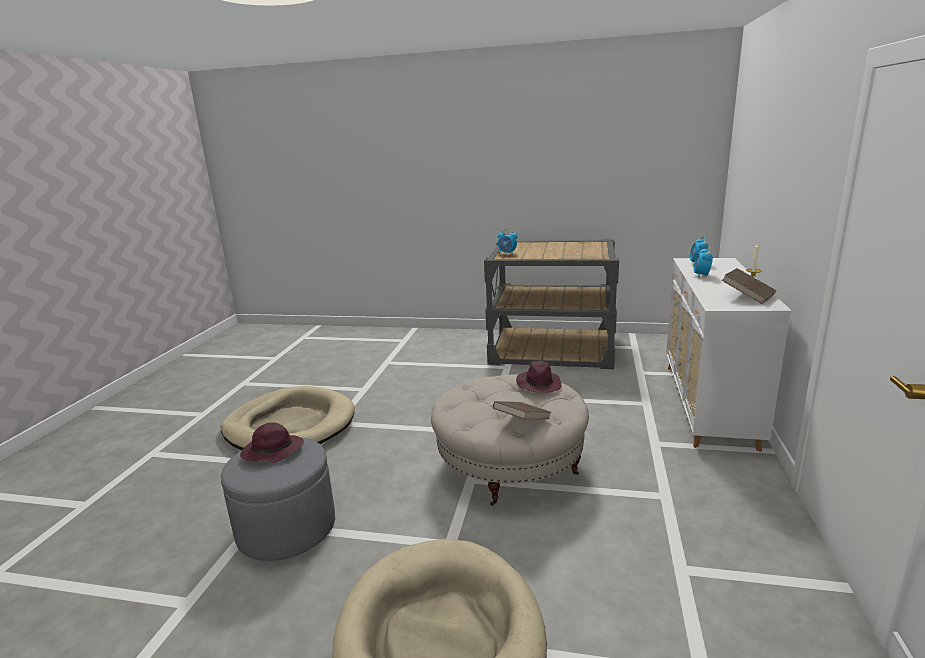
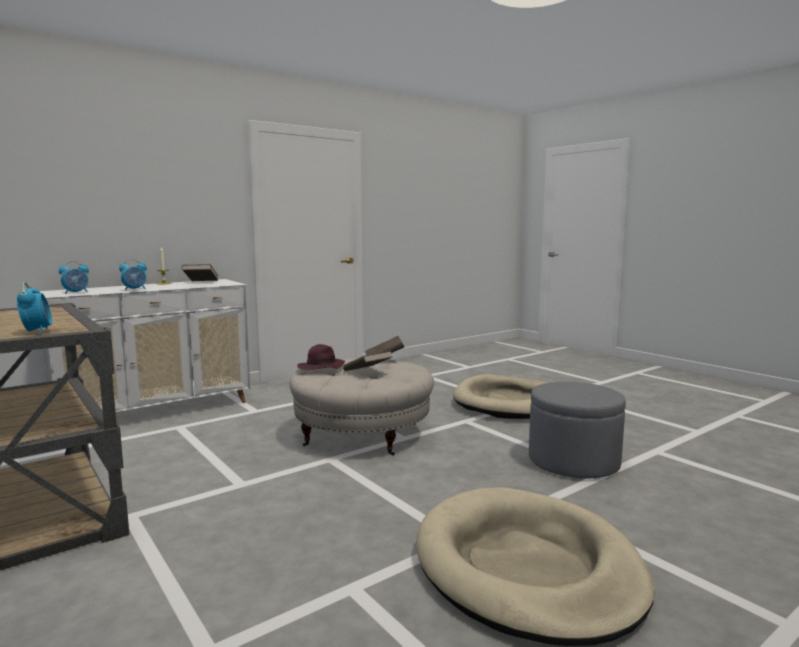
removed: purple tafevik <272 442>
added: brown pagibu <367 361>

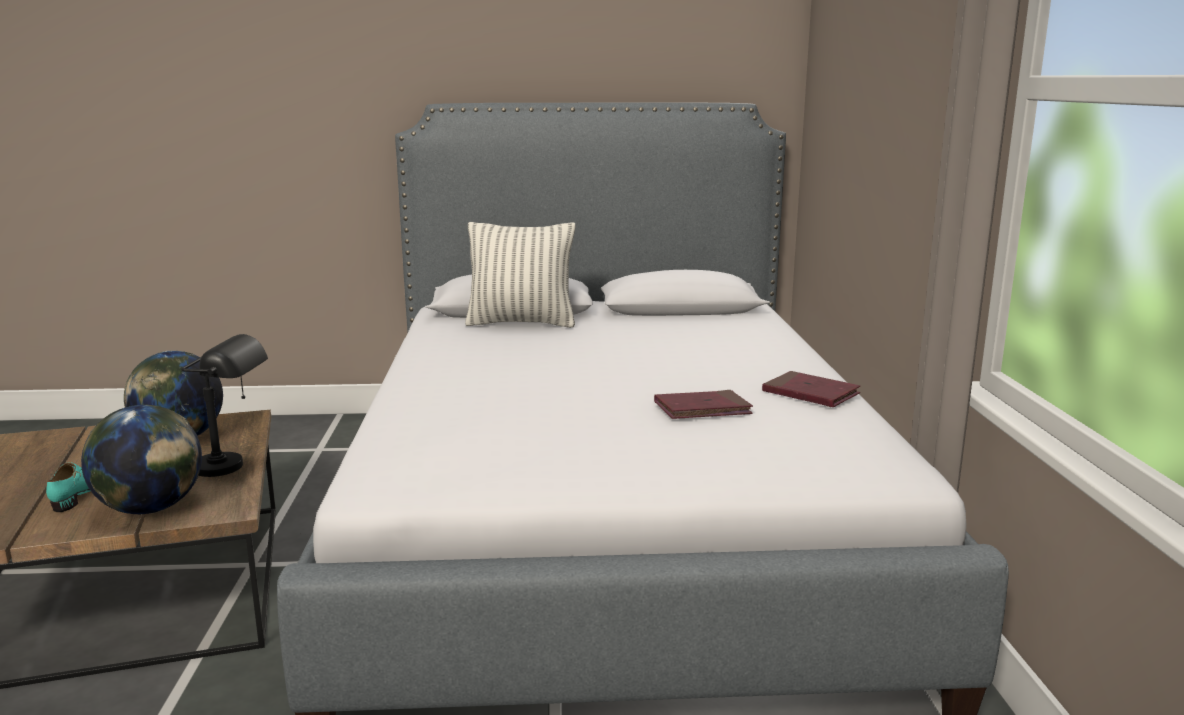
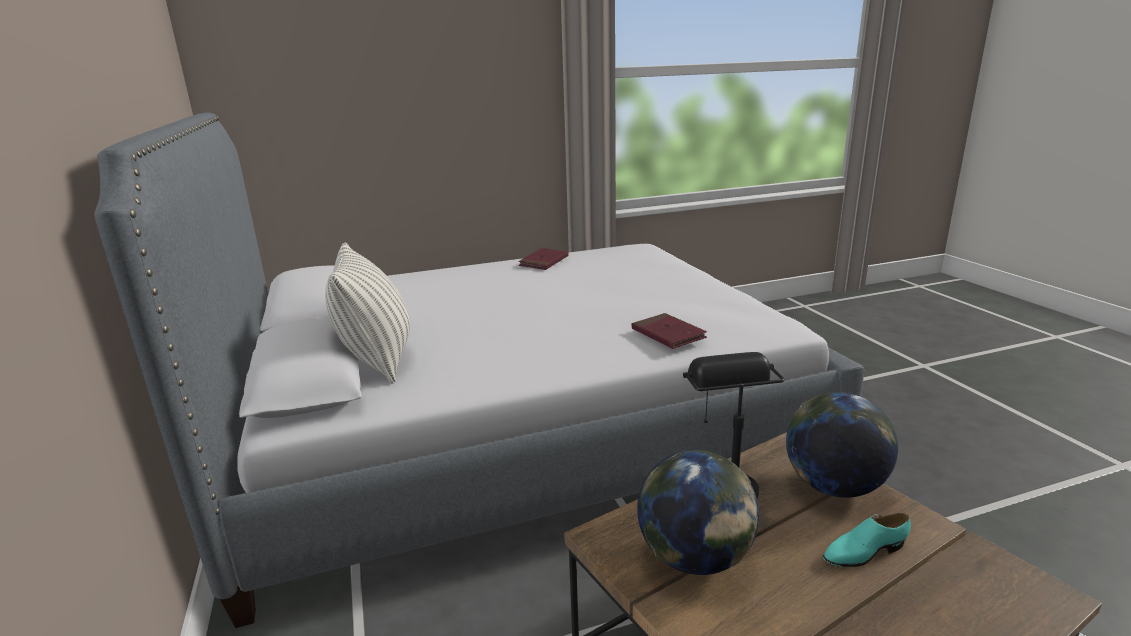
moved: red pagibu <703 404> to <669 331>

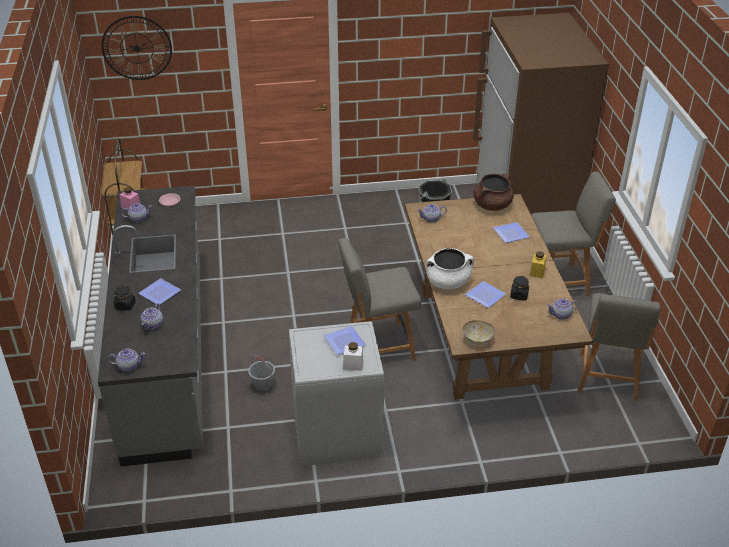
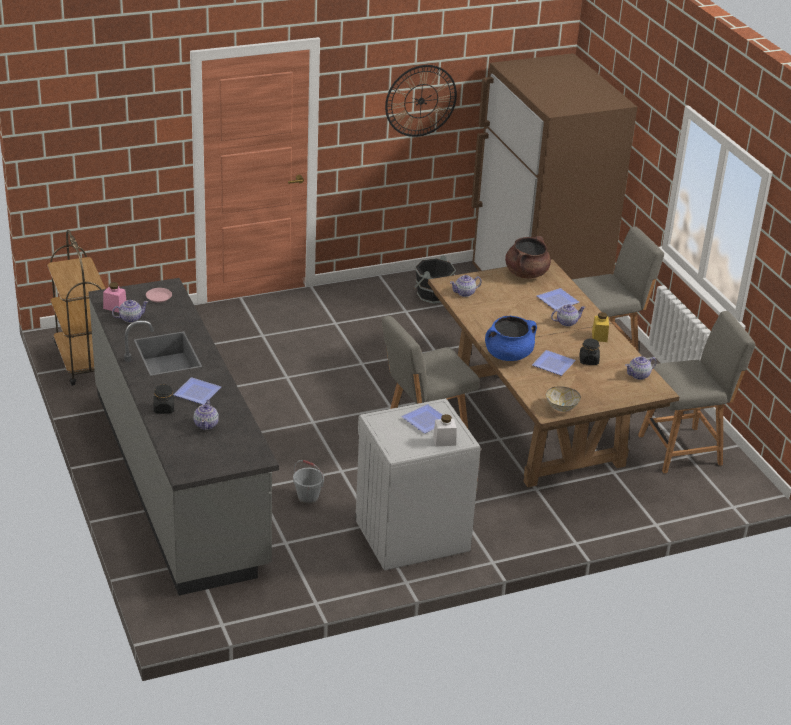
moved: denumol <137 48> to <421 101>; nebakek <127 360> to <568 315>
recoloured: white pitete <450 268> to blue pitete <511 338>
turned: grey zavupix <619 347> = <696 392> 105 degrees counterclockwise

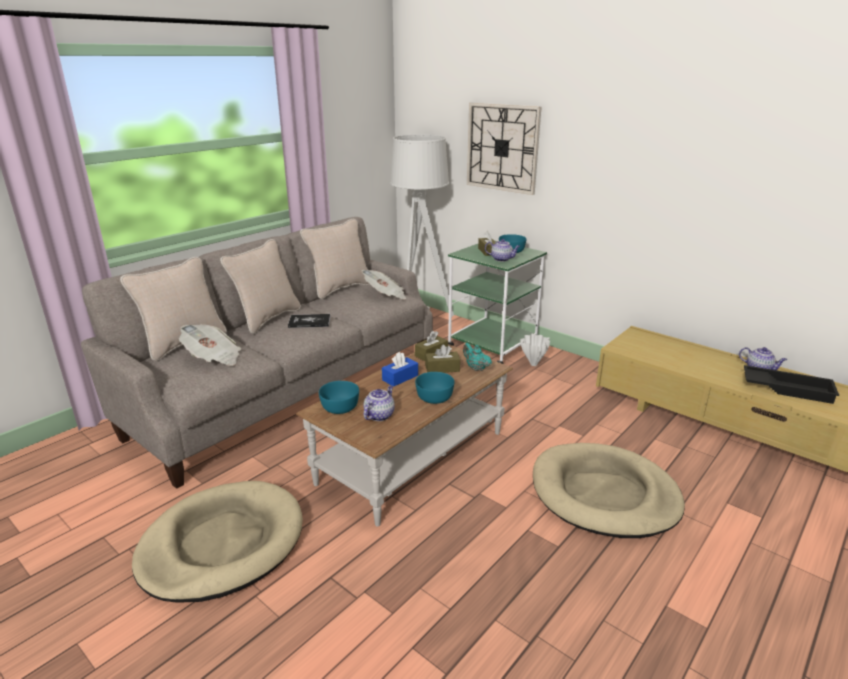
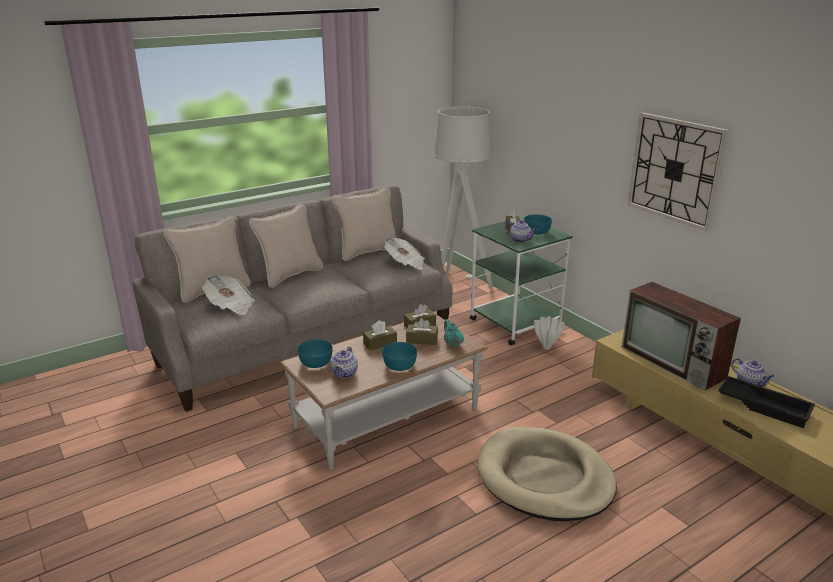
removed: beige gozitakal <217 542>; pagibu <309 321>
added: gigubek <681 336>
moved: denumol <504 149> to <678 171>
recoloured: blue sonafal <400 369> to brown sonafal <380 335>
turned: nebakek <379 403> = <344 362> 150 degrees clockwise

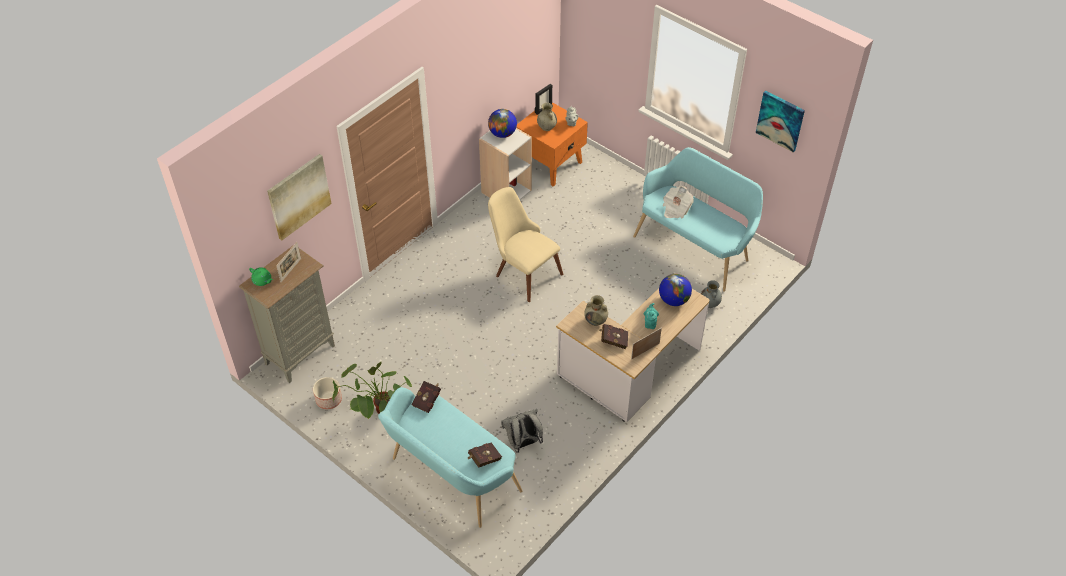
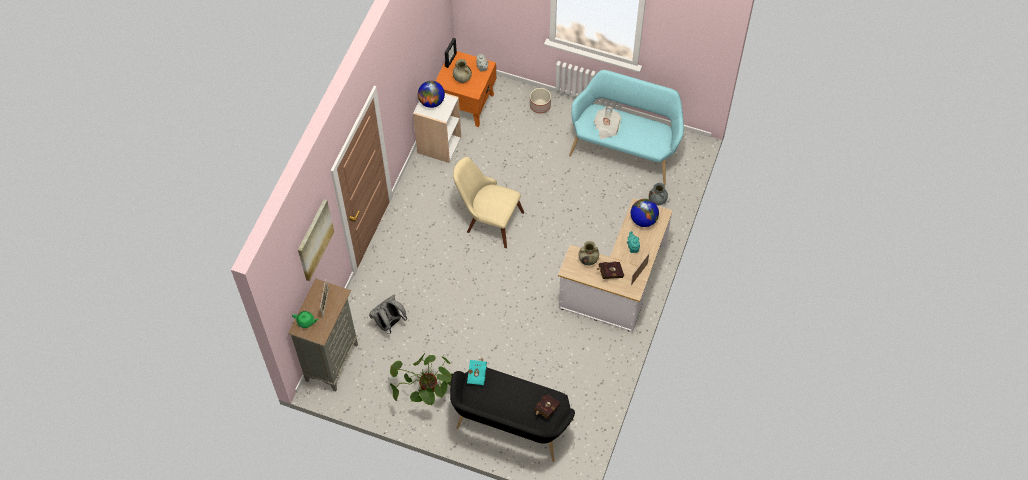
removed: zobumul <780 121>
moved: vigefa <327 393> to <540 101>; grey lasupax <522 431> to <388 314>
recoloured: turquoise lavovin <450 457> to black lavovin <512 415>; red pagibu <426 397> to turquoise pagibu <477 371>

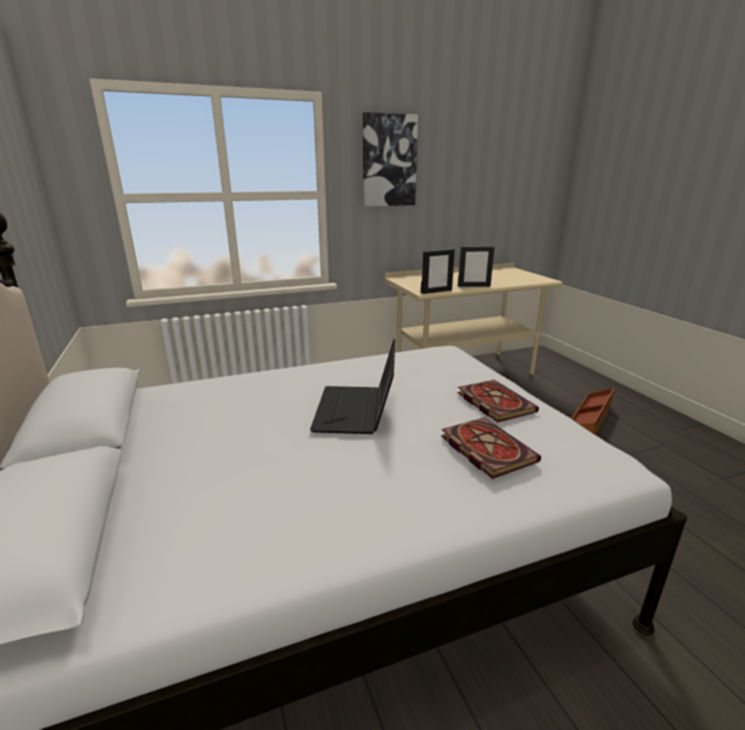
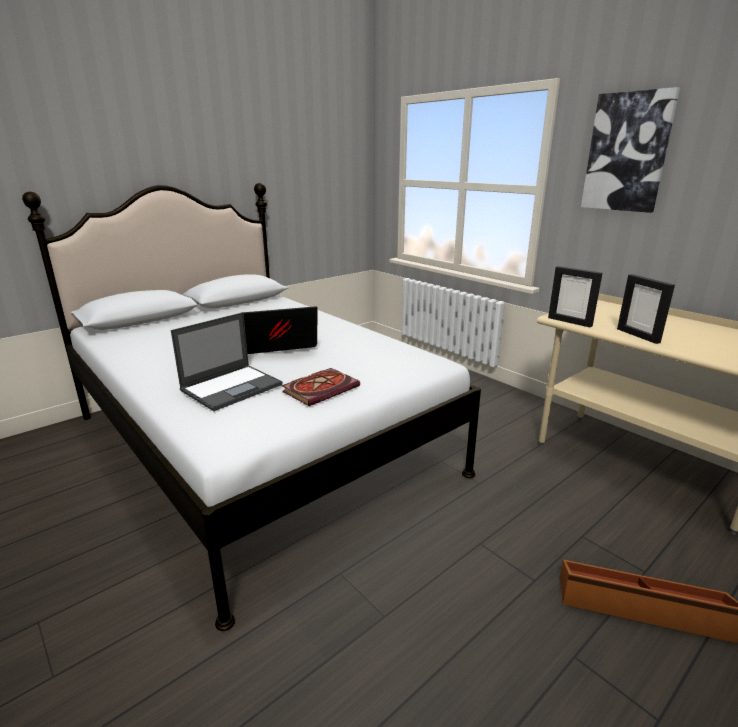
replaced: pagibu <491 448> to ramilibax <227 361>

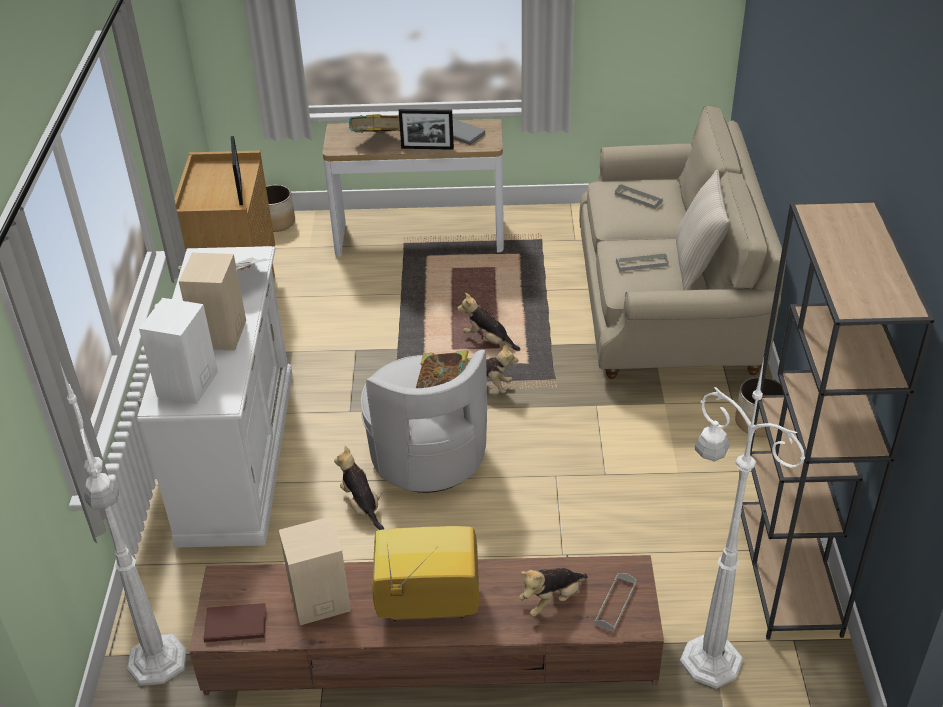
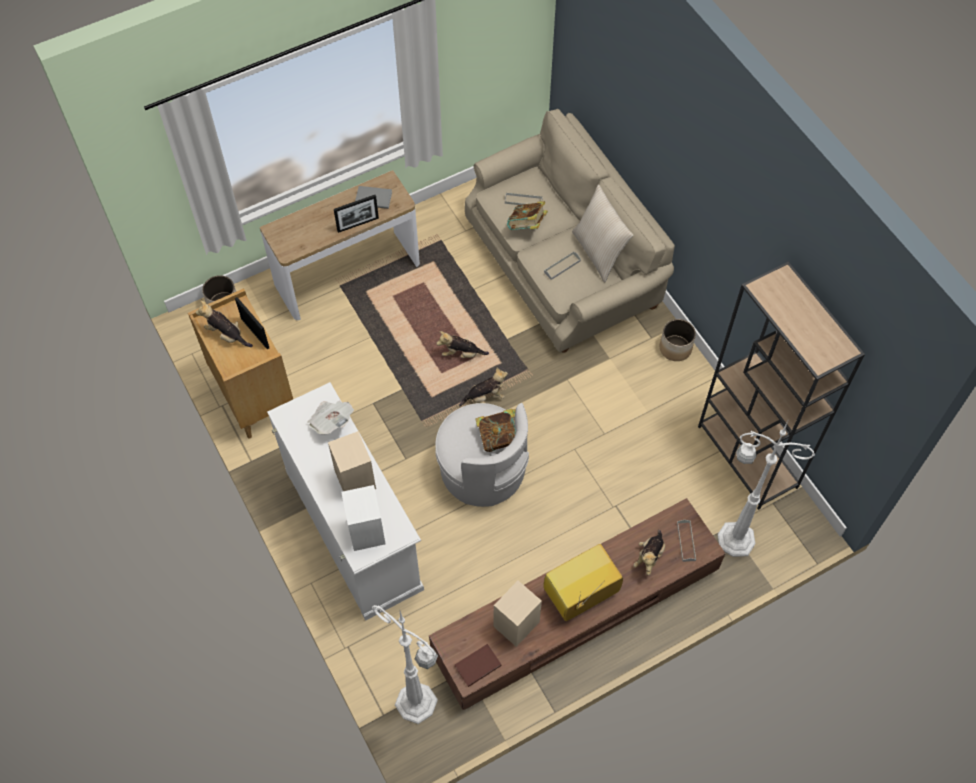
moved: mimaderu <359 488> to <224 324>; pagibu <374 123> to <527 215>

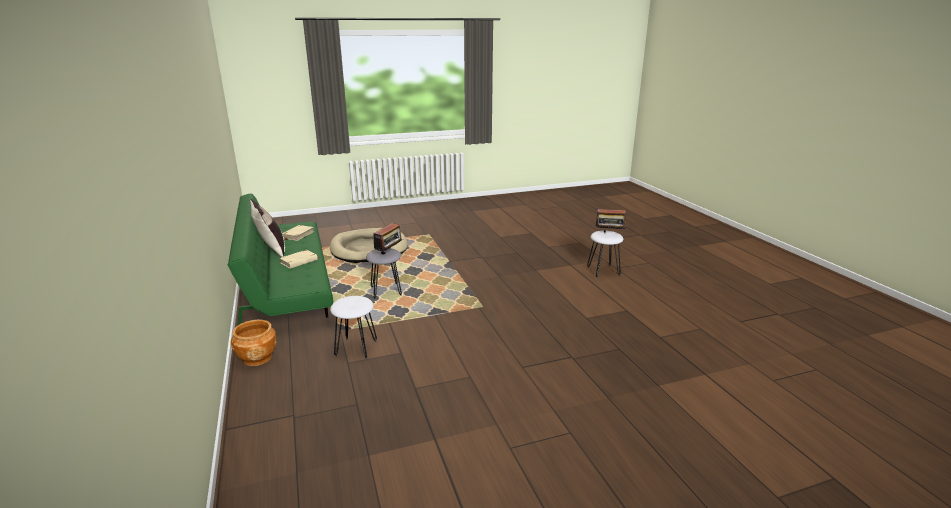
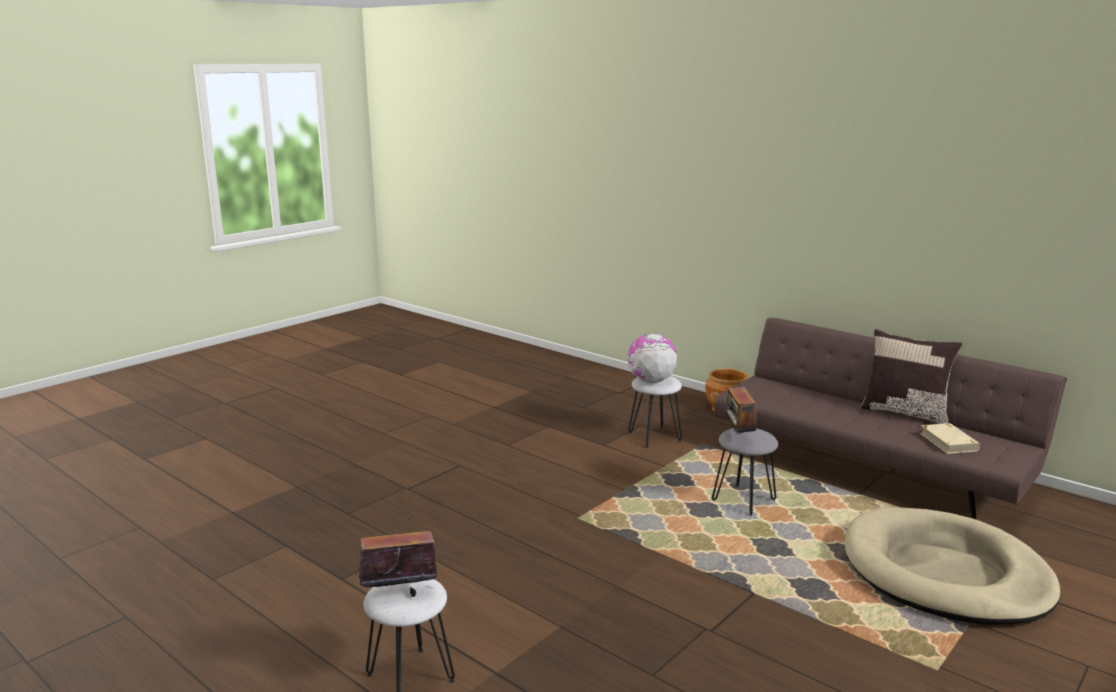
removed: beige pagibu <300 259>
added: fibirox <652 358>
recoloured: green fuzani <280 259> to brown fuzani <891 419>

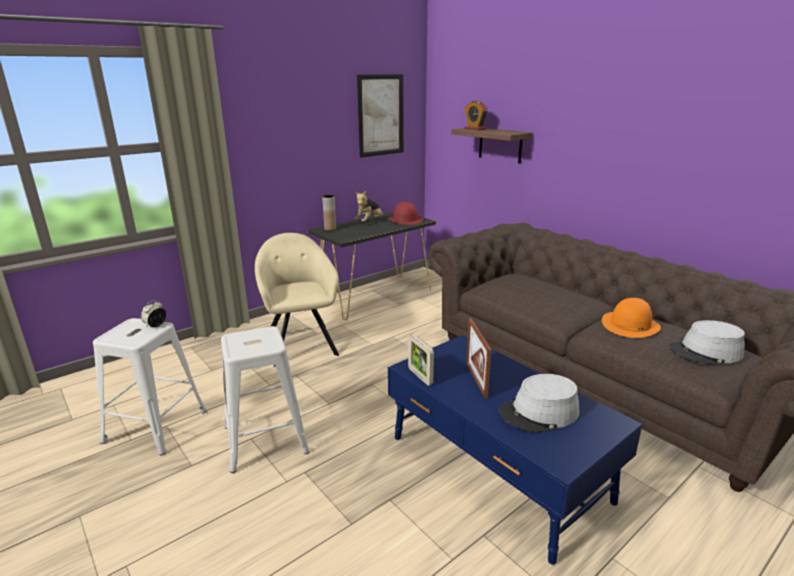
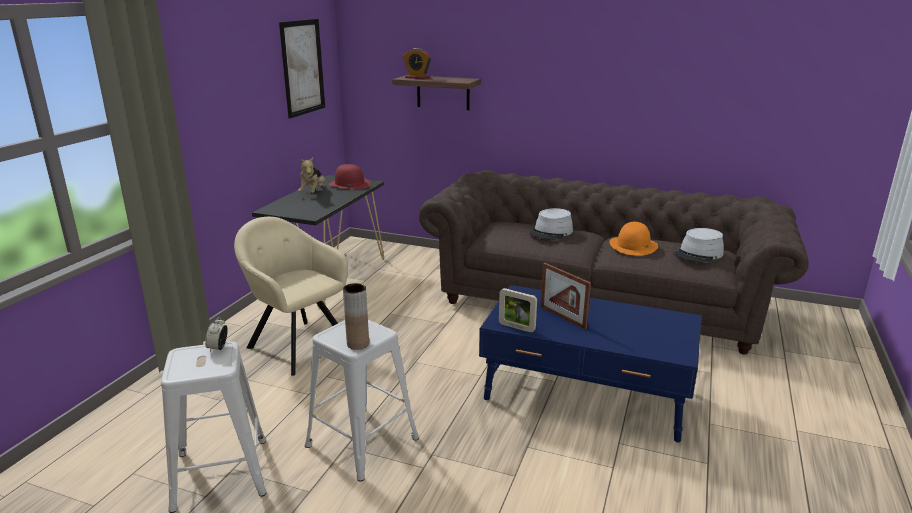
moved: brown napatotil <329 213> to <356 316>; grey tafevik <539 403> to <551 224>

